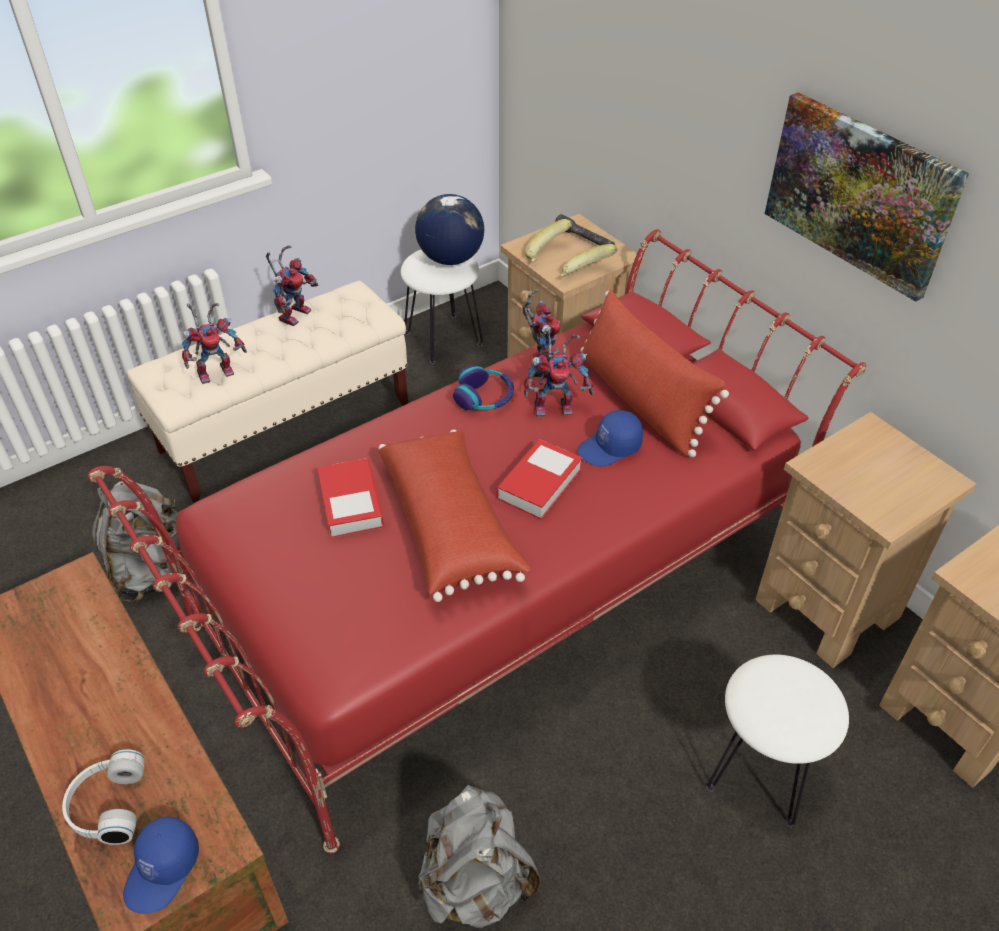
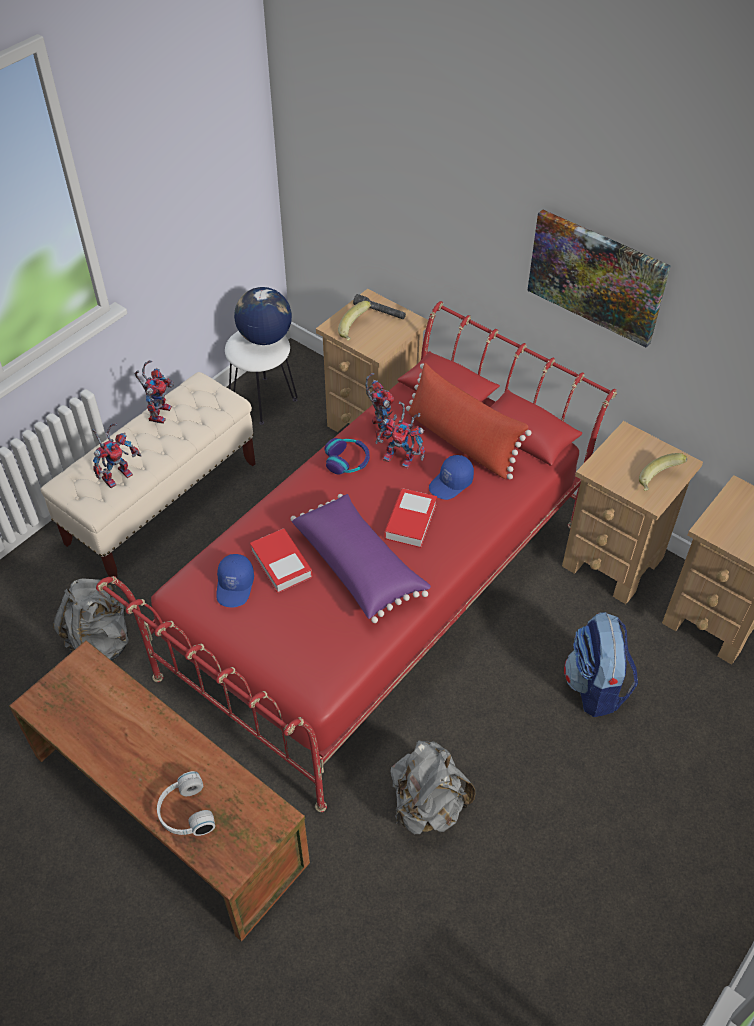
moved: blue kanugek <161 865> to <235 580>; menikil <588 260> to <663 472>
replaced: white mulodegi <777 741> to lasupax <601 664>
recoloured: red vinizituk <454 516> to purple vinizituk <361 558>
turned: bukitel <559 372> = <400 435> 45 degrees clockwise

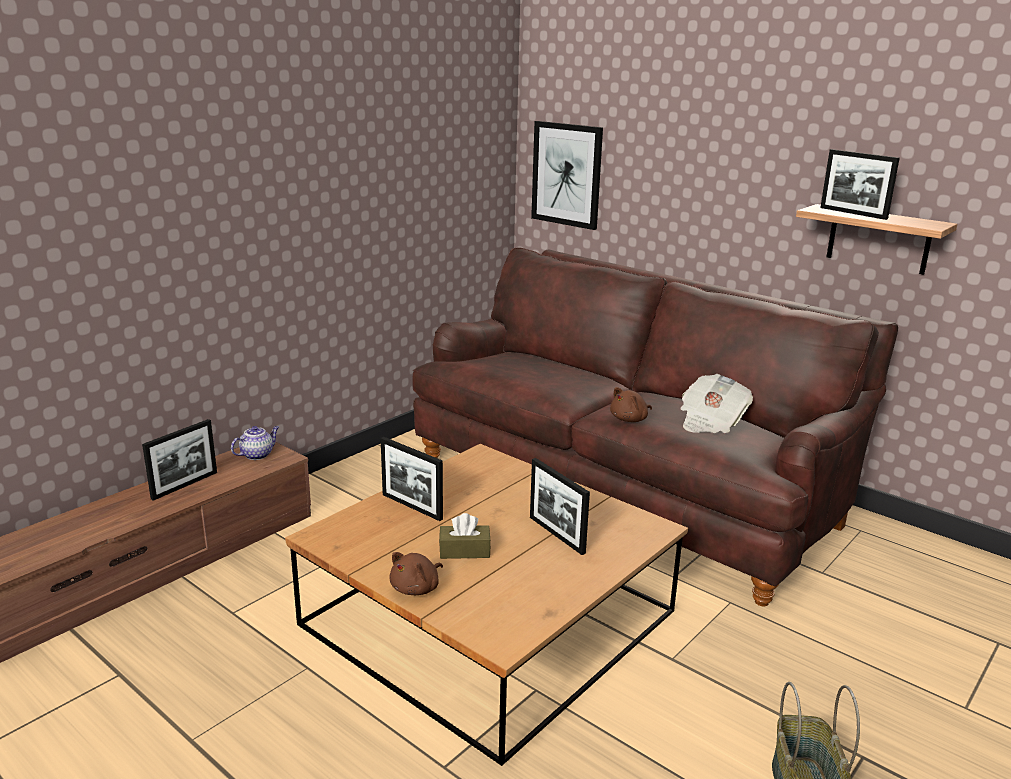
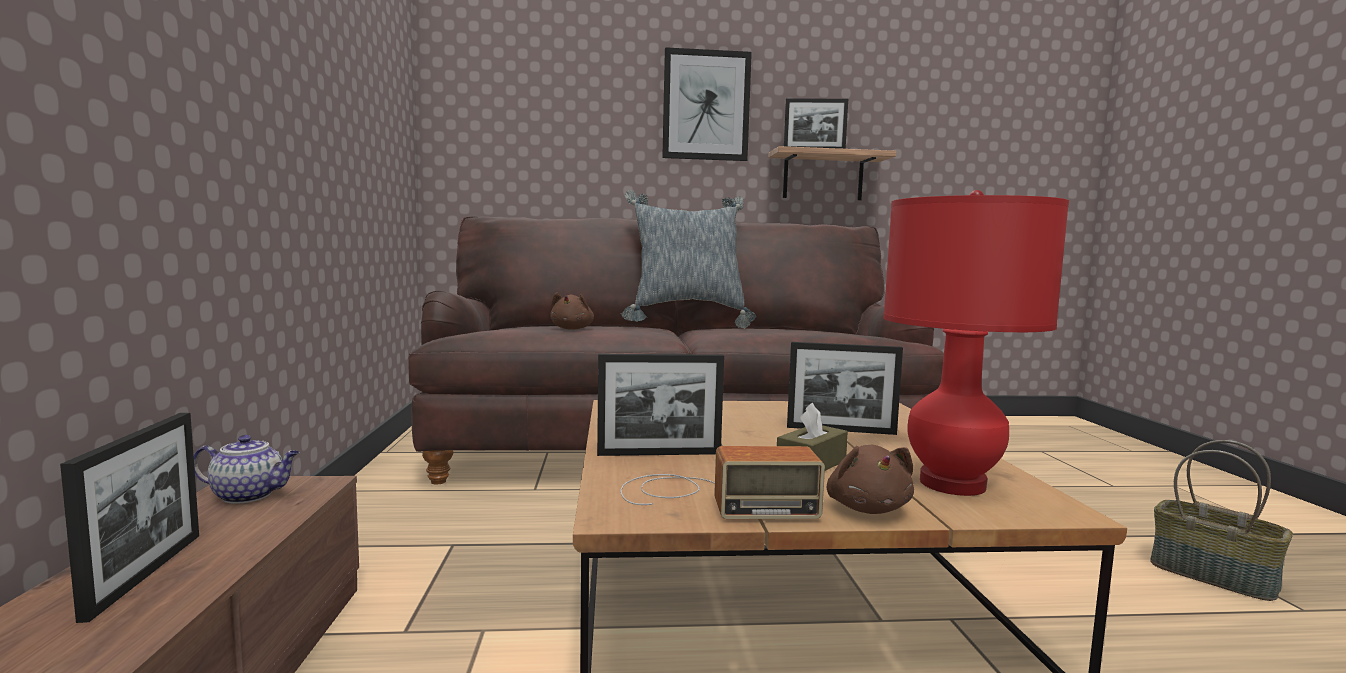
removed: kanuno <716 403>
added: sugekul <722 482>; vinizituk <689 259>; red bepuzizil <976 343>
moved: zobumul <567 175> to <707 104>; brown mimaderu <631 404> to <572 311>
turned: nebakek <255 443> = <246 469> 90 degrees clockwise

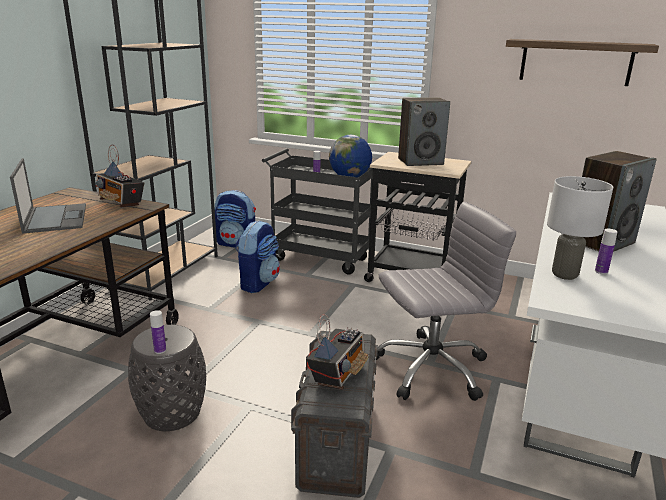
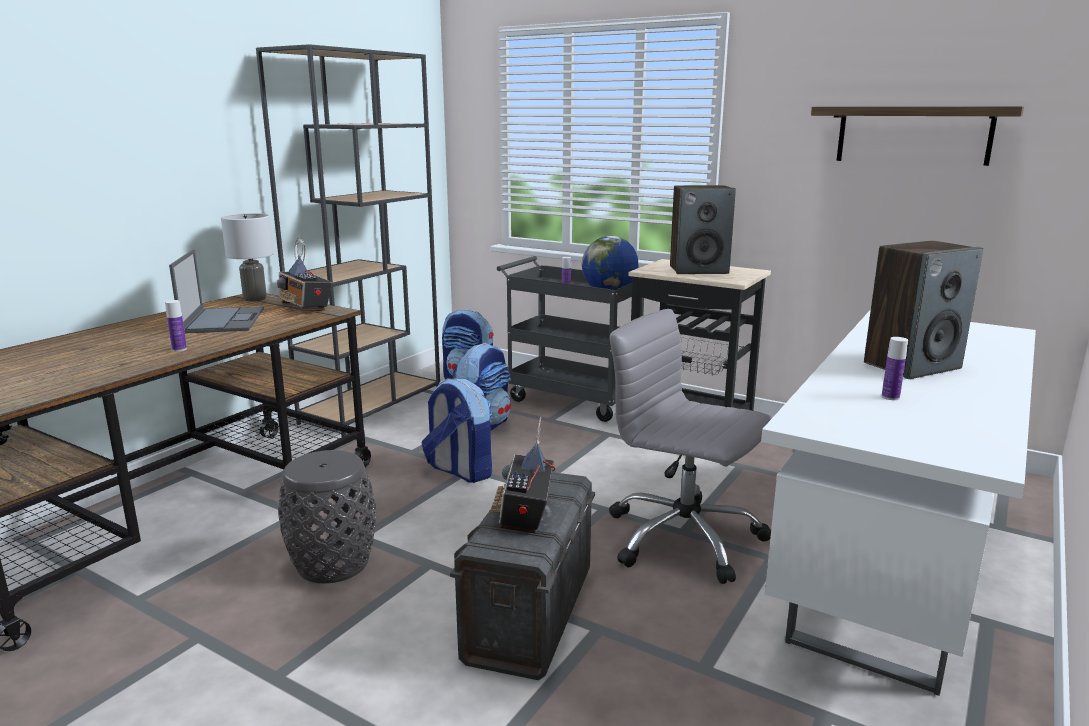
added: lasupax <456 430>
moved: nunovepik <158 332> to <176 326>; white bepuzizil <580 228> to <247 257>
turned: sugekul <337 352> = <523 475> 150 degrees clockwise; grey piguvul <446 301> = <691 446> 135 degrees counterclockwise

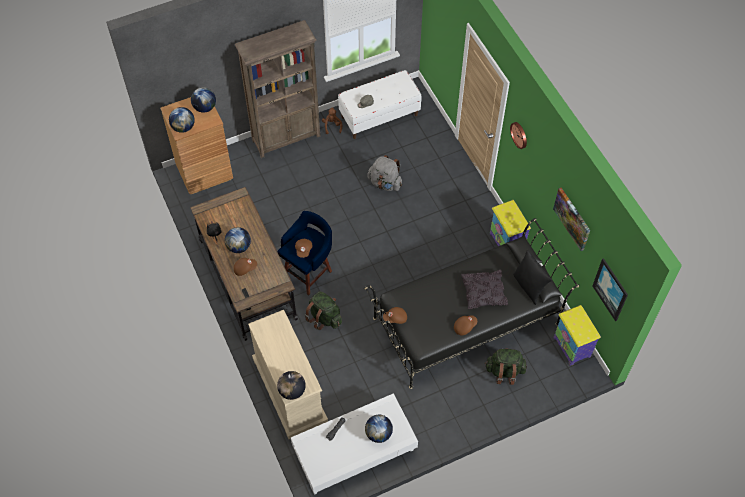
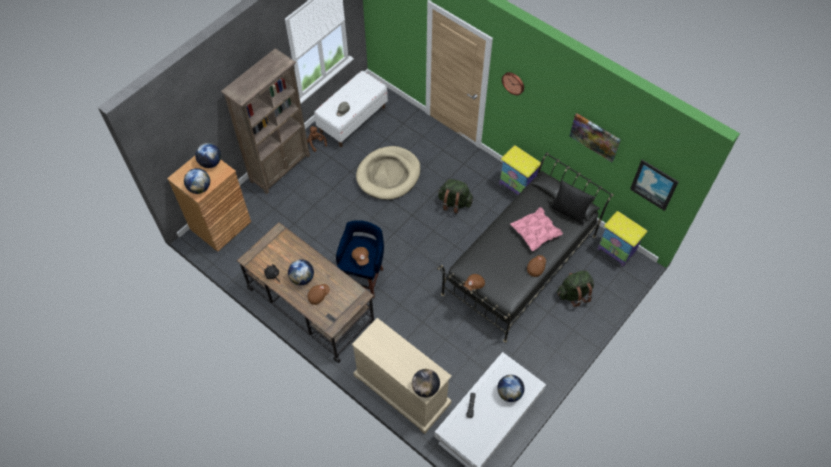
moved: green lasupax <323 310> to <455 196>
replaced: grey lasupax <384 173> to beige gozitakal <388 173>
recoloured: black vinizituk <484 289> to pink vinizituk <536 229>

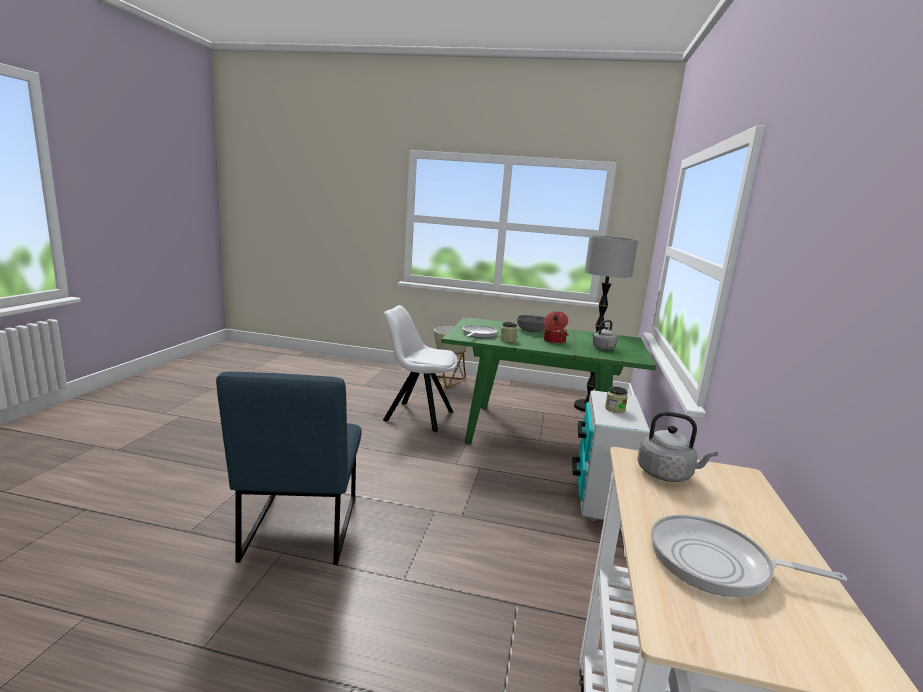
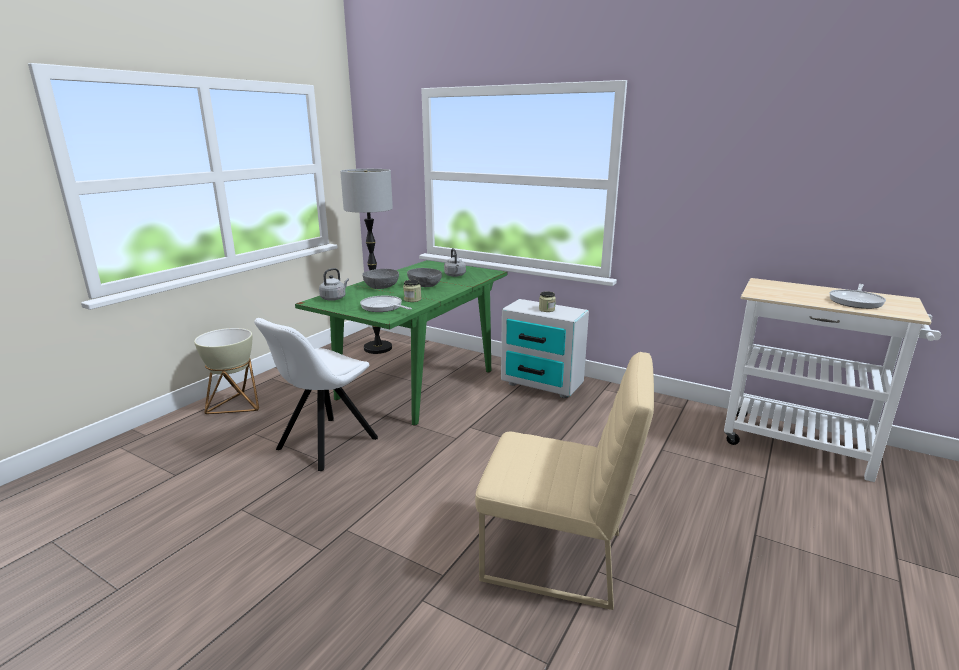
moved: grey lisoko <677 446> to <334 284>
replaced: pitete <556 327> to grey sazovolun <424 277>
recoloured: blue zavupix <288 468> to beige zavupix <564 481>

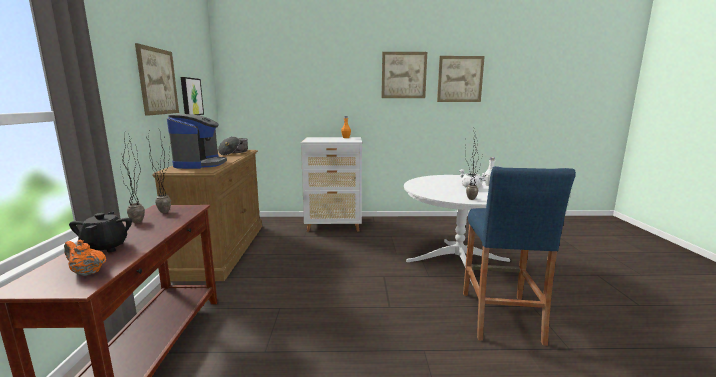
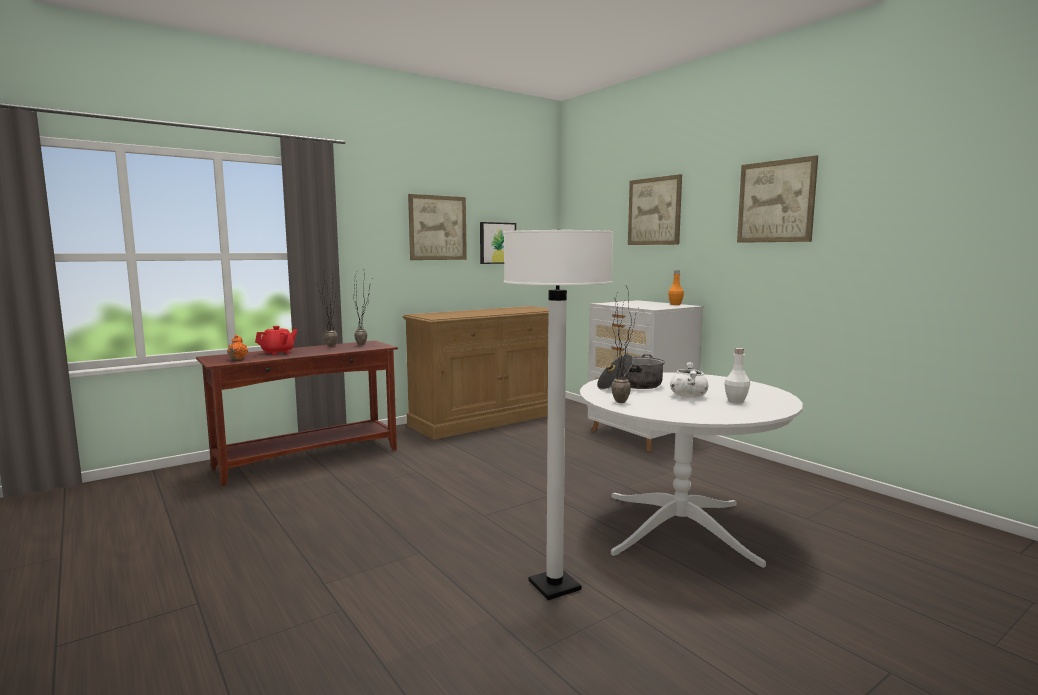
removed: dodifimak <197 141>
moved: pitete <233 145> to <631 372>; zobumul <461 79> to <655 209>
replaced: blue mulodegi <519 256> to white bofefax <558 414>
recoloured: black nebakek <100 232> to red nebakek <276 340>

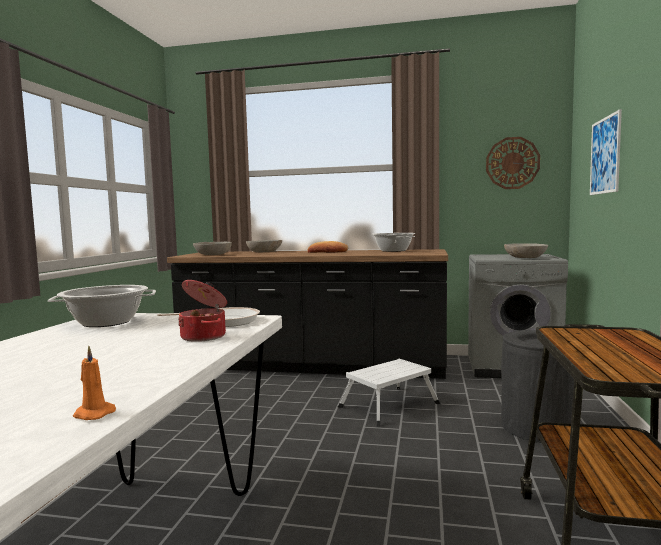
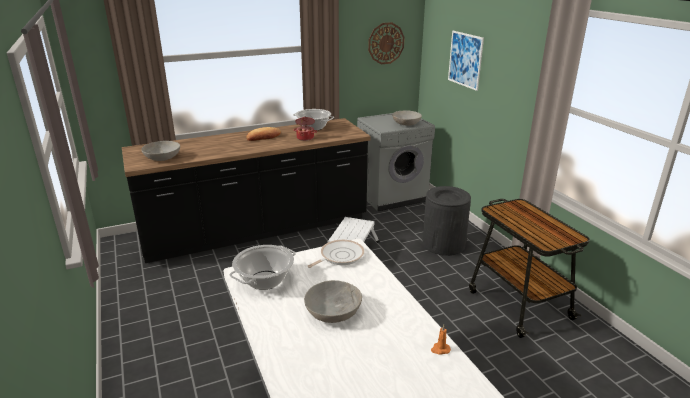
moved: pitete <202 311> to <305 129>; grey sazovolun <264 246> to <333 301>

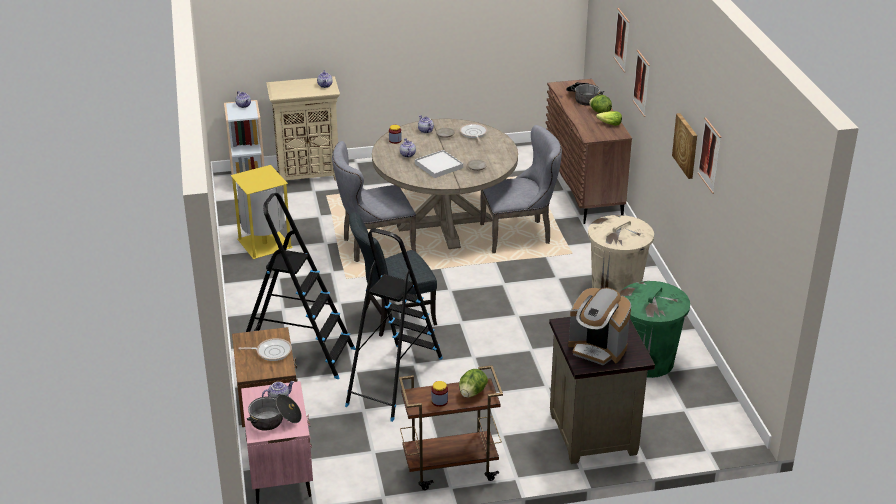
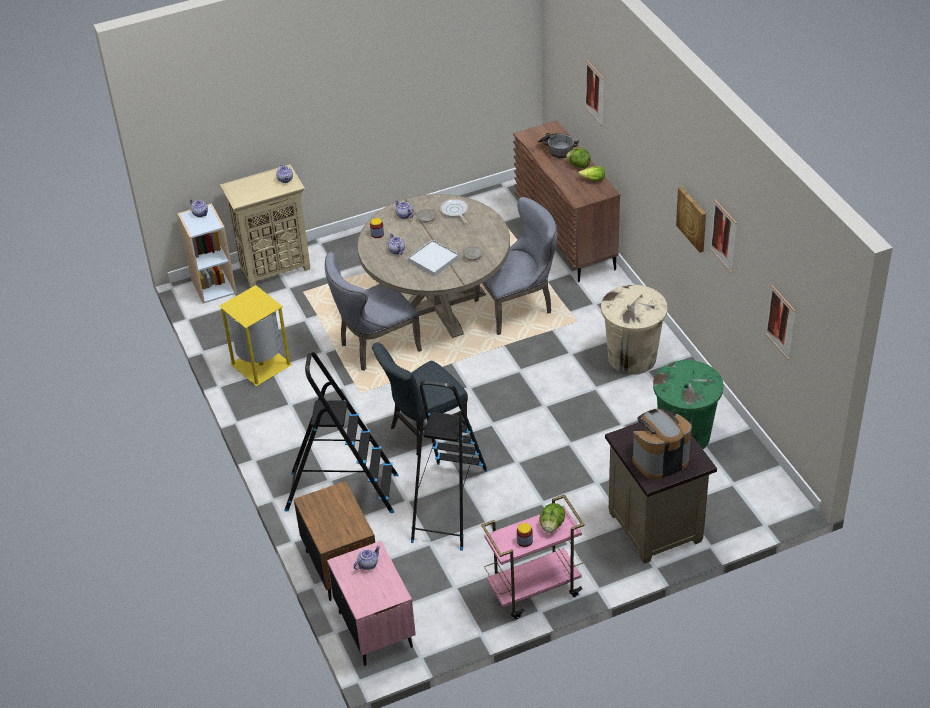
removed: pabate <265 349>; pitete <274 412>
moved: zobumul <641 83> to <781 322>
recoloured: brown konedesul <451 427> to pink konedesul <533 556>
turned: dodifimak <599 326> = <662 444> 135 degrees clockwise

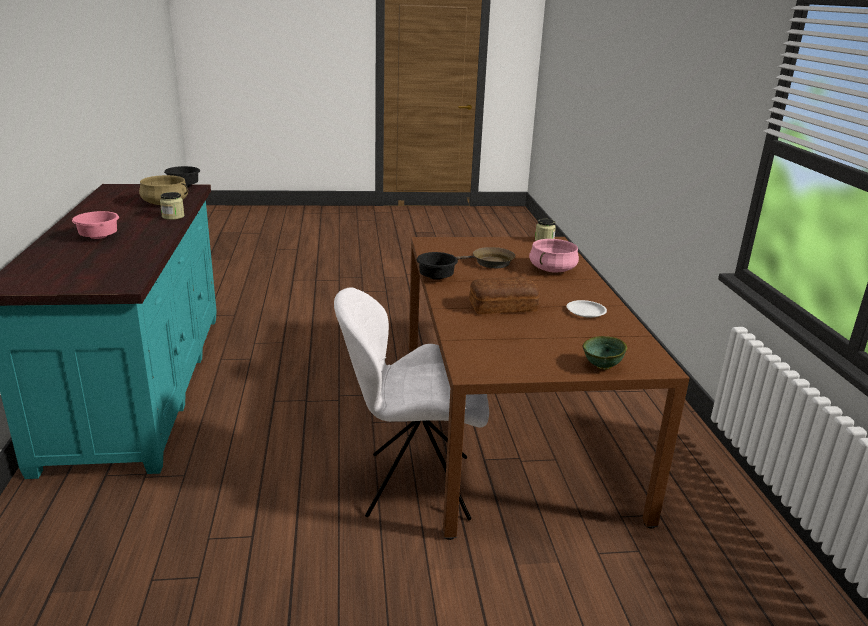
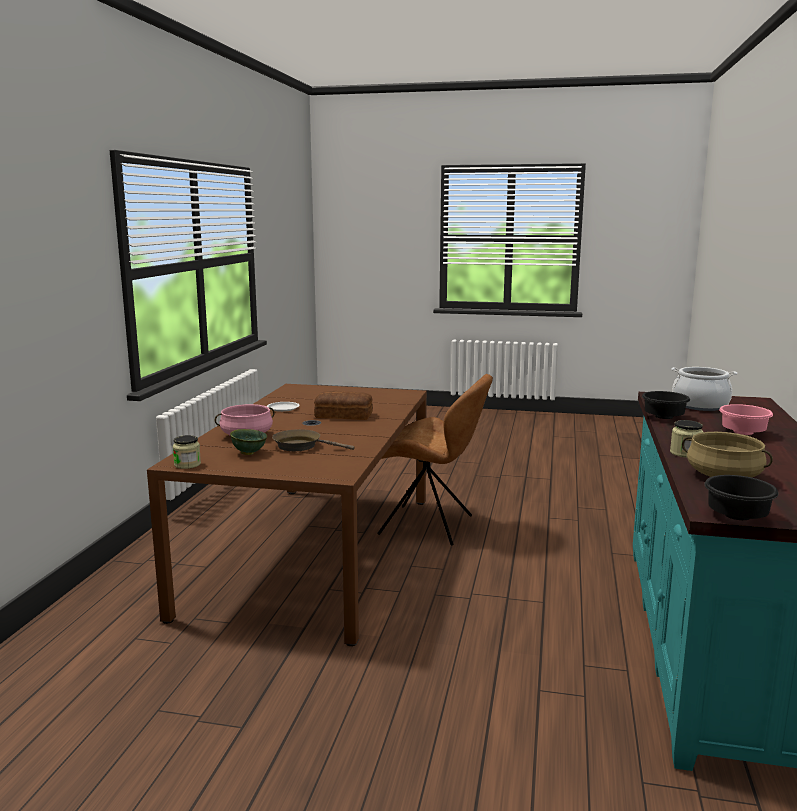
added: pitete <704 389>
moved: black sazovolun <437 266> to <666 405>; green sazovolun <604 353> to <248 442>
recoloured: white zavupix <411 403> to brown zavupix <435 459>

